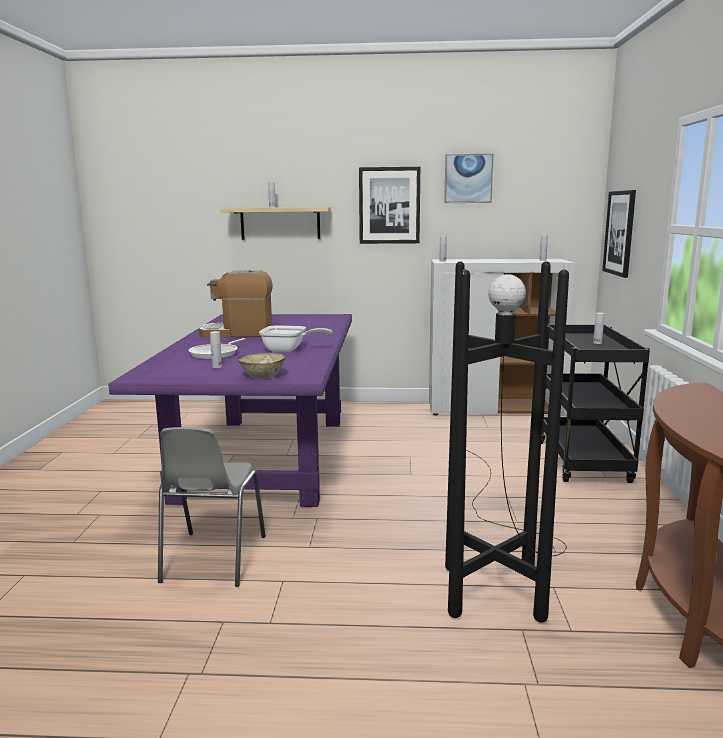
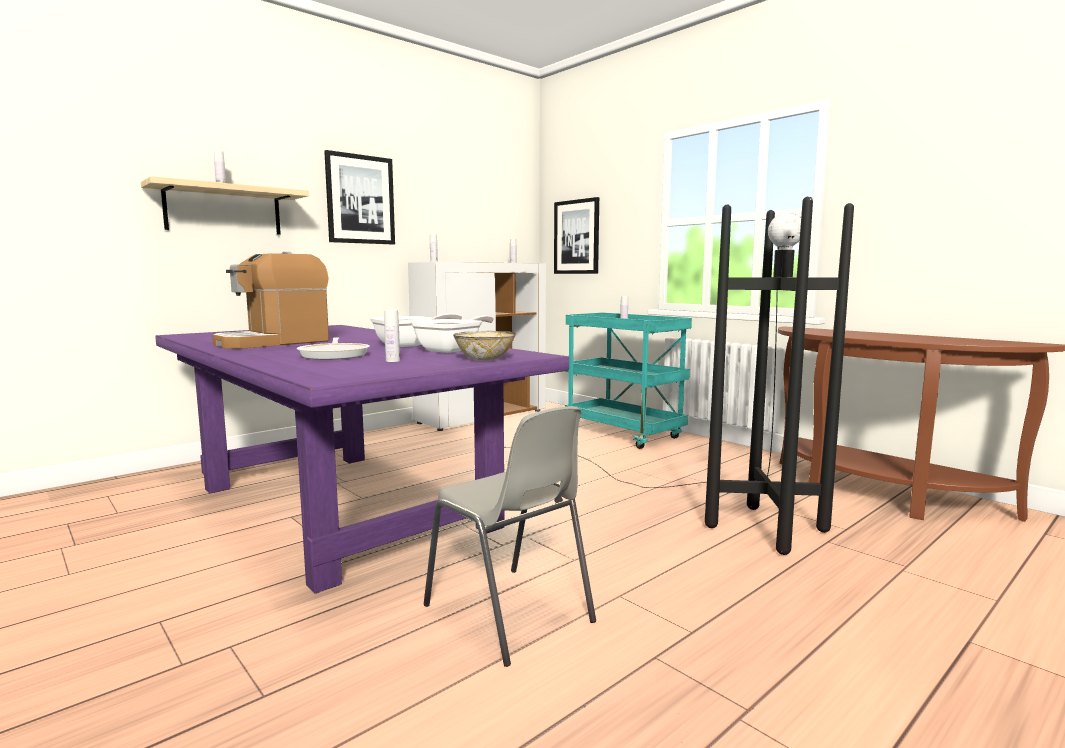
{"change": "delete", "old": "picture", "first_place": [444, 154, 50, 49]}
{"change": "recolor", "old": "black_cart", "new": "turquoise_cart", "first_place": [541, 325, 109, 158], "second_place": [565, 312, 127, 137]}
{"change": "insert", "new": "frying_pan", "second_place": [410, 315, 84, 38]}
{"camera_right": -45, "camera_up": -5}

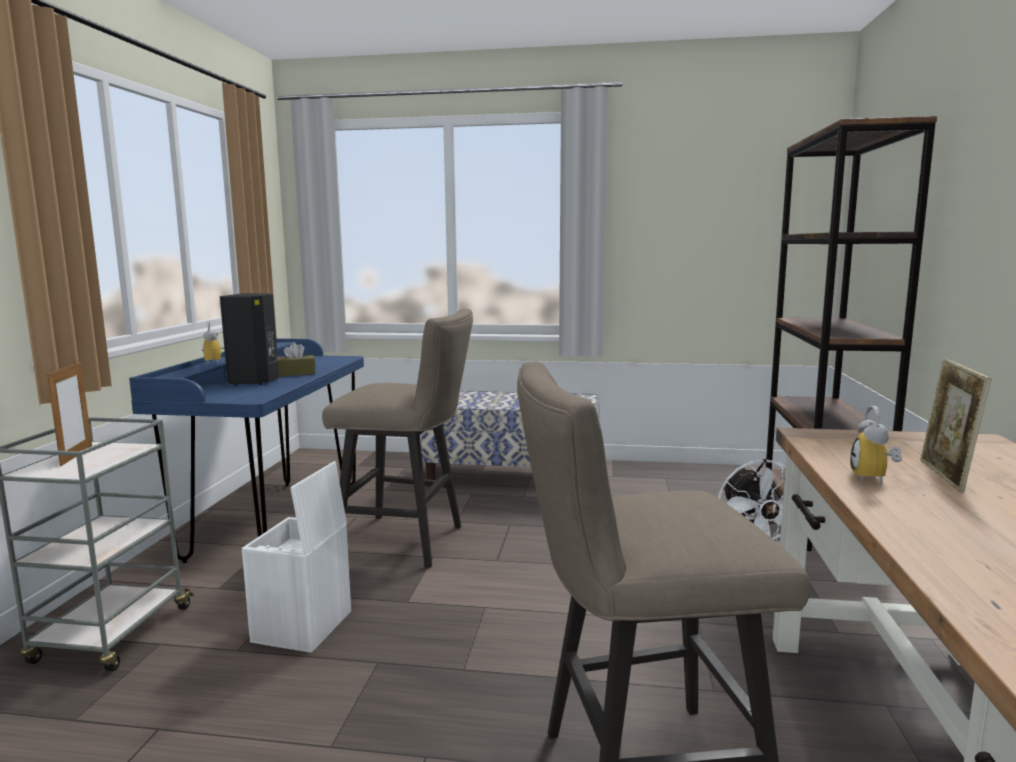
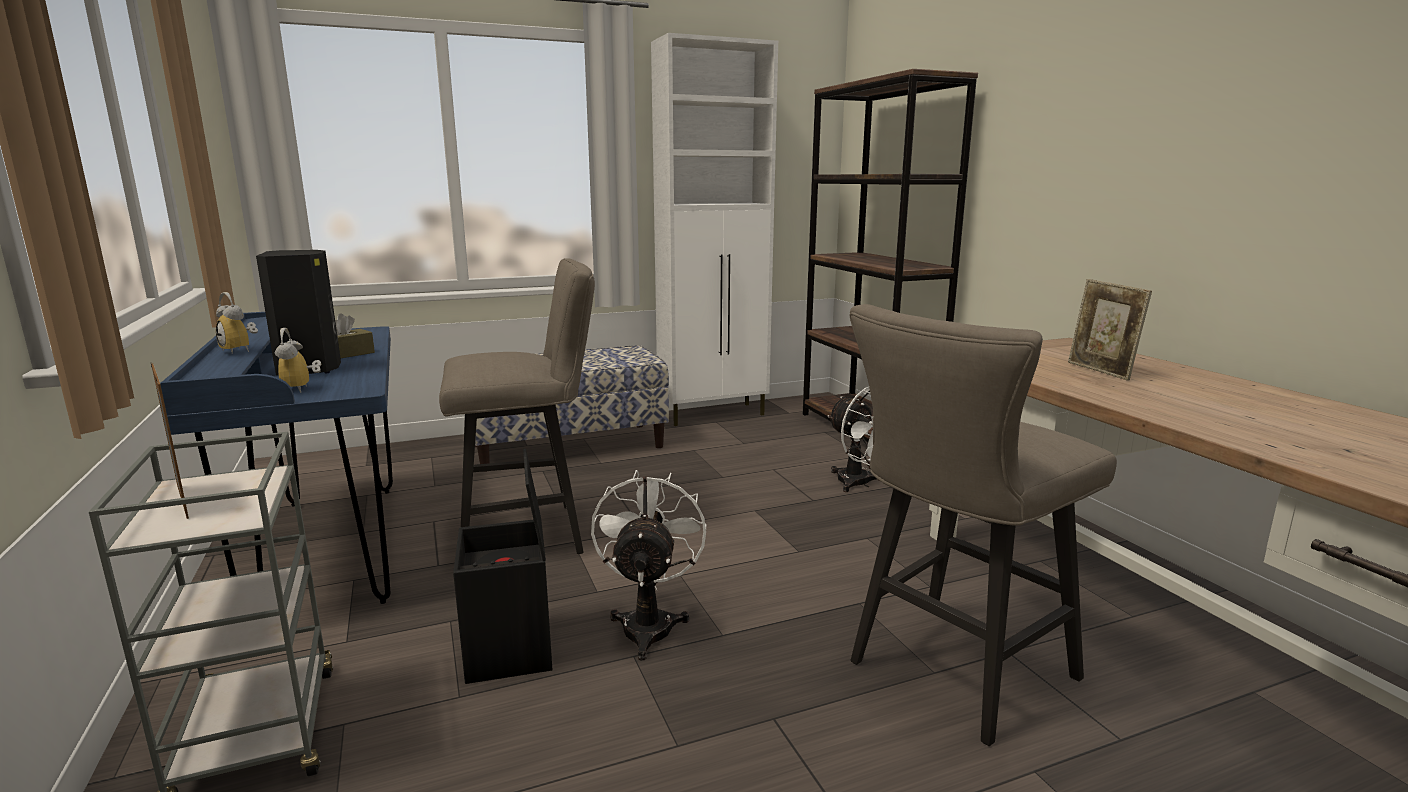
{"change": "recolor", "old": "white_storage_box", "new": "black_storage_box", "first_place": [242, 461, 109, 192], "second_place": [453, 449, 99, 235]}
{"change": "move", "old": "alarm_clock", "first_place": [850, 406, 52, 79], "second_place": [275, 328, 46, 65]}
{"change": "insert", "new": "white_fan", "second_place": [591, 470, 115, 190]}
{"change": "insert", "new": "white_cabinet", "second_place": [651, 33, 127, 393]}
{"camera_right": -30, "camera_up": 5}

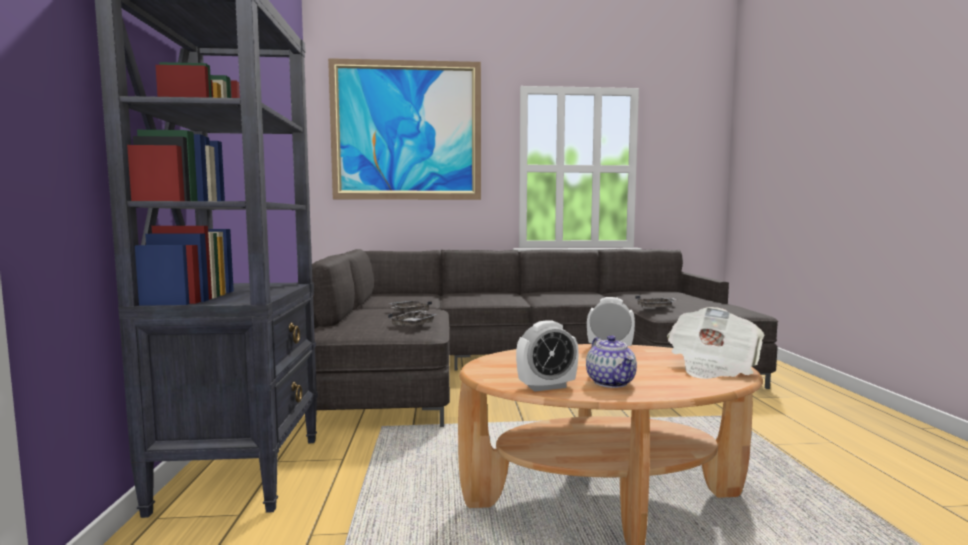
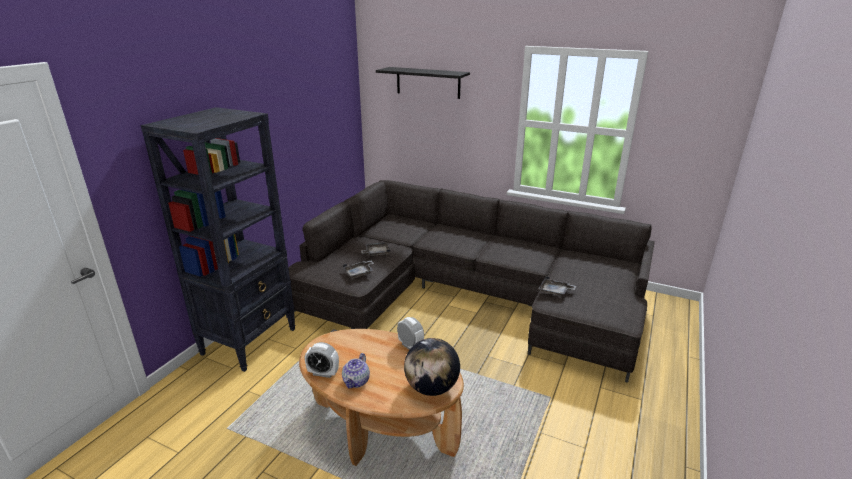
{"change": "replace", "old": "picture", "new": "black_shelf", "first_place": [328, 58, 153, 142], "second_place": [376, 67, 94, 32]}
{"change": "replace", "old": "newspaper", "new": "globe", "first_place": [667, 307, 97, 72], "second_place": [404, 338, 56, 58]}
{"camera_right": 30, "camera_up": 20}

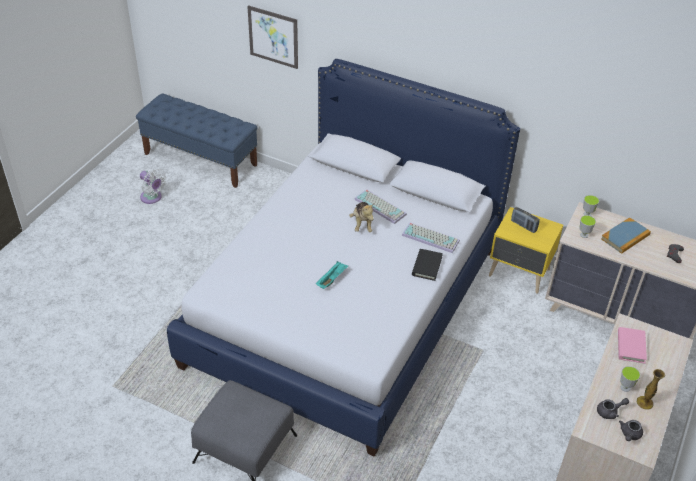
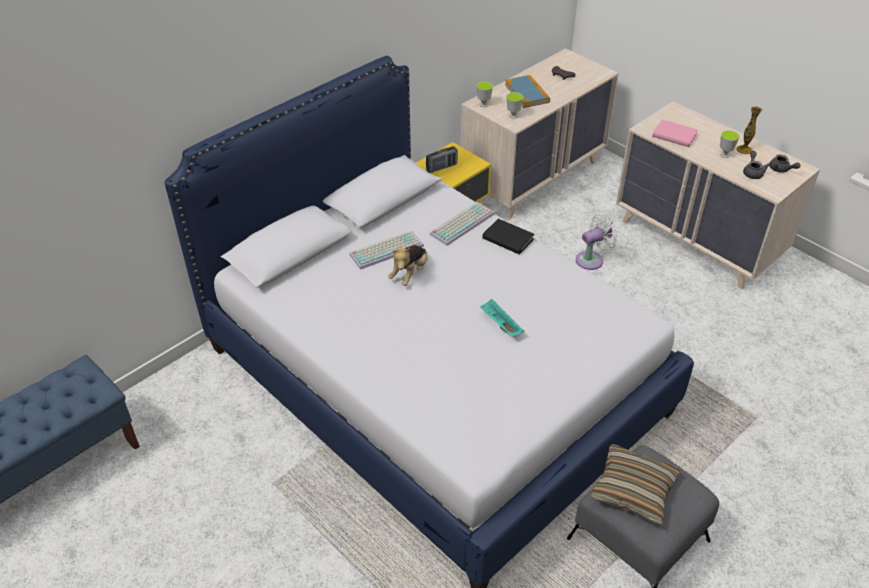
{"change": "move", "old": "white_fan", "first_place": [140, 169, 26, 35], "second_place": [576, 214, 41, 56]}
{"change": "delete", "old": "picture", "first_place": [247, 5, 51, 64]}
{"change": "rotate", "old": "plush_toy", "first_place": [349, 202, 25, 30], "second_place": [388, 245, 40, 41], "degrees": 105}
{"change": "insert", "new": "pillow", "second_place": [591, 444, 89, 81]}
{"camera_right": -70, "camera_up": 0}

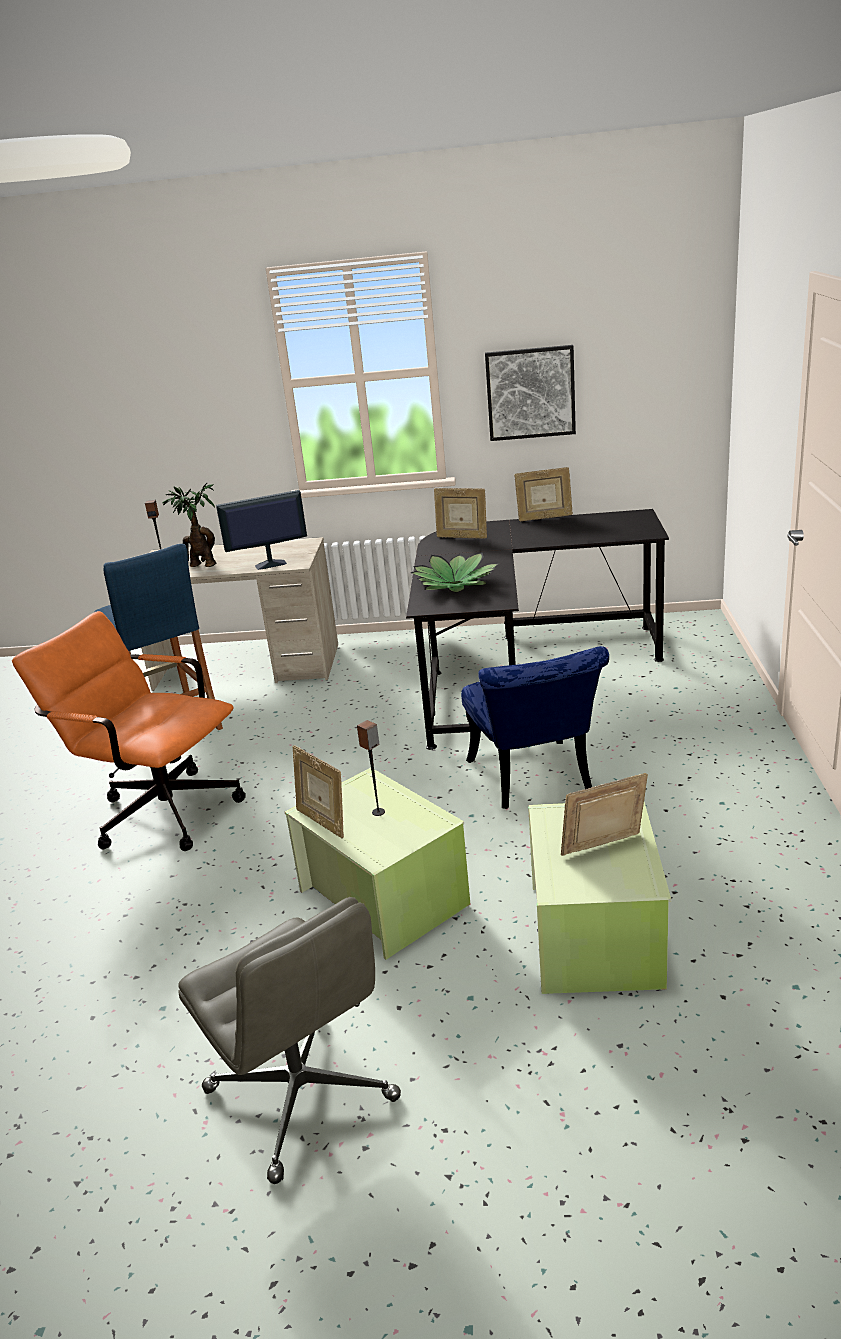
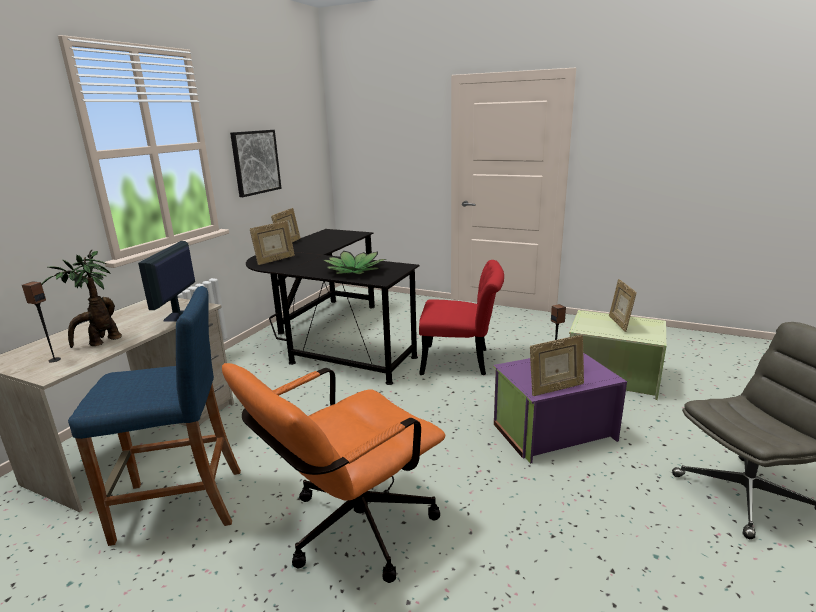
{"change": "recolor", "old": "green_storage_box", "new": "purple_storage_box", "first_place": [285, 768, 185, 191], "second_place": [493, 353, 134, 111]}
{"change": "recolor", "old": "blue_chair", "new": "red_chair", "first_place": [461, 646, 148, 163], "second_place": [419, 260, 85, 115]}
{"camera_right": -70, "camera_up": -5}

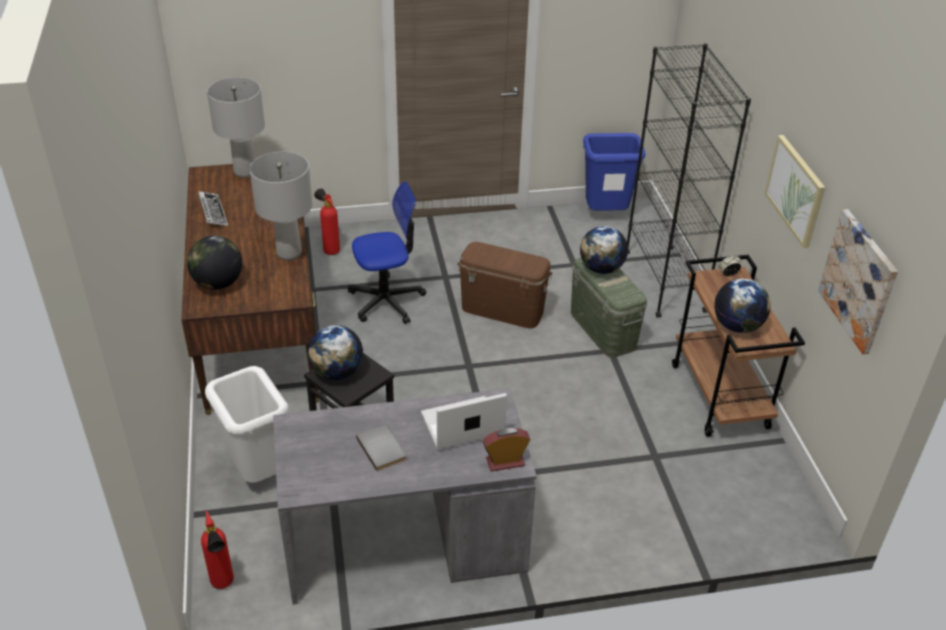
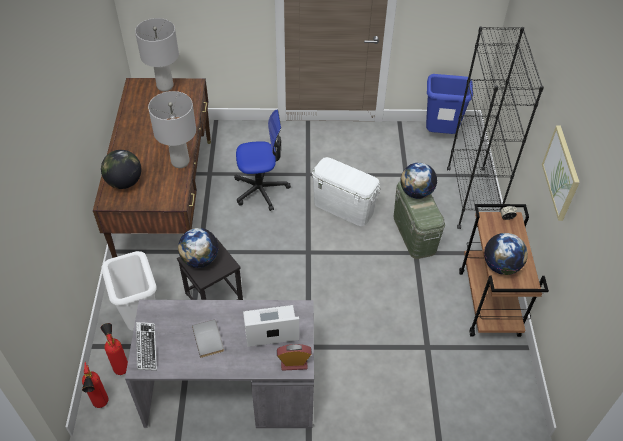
{"change": "move", "old": "keyboard", "first_place": [198, 192, 30, 34], "second_place": [135, 322, 22, 49]}
{"change": "move", "old": "fire_extinguisher", "first_place": [314, 188, 26, 67], "second_place": [101, 323, 27, 52]}
{"change": "recolor", "old": "brown_storage_box", "new": "white_storage_box", "first_place": [457, 242, 96, 86], "second_place": [311, 157, 70, 69]}
{"change": "delete", "old": "picture", "first_place": [818, 209, 80, 145]}
{"camera_right": 10, "camera_up": 10}

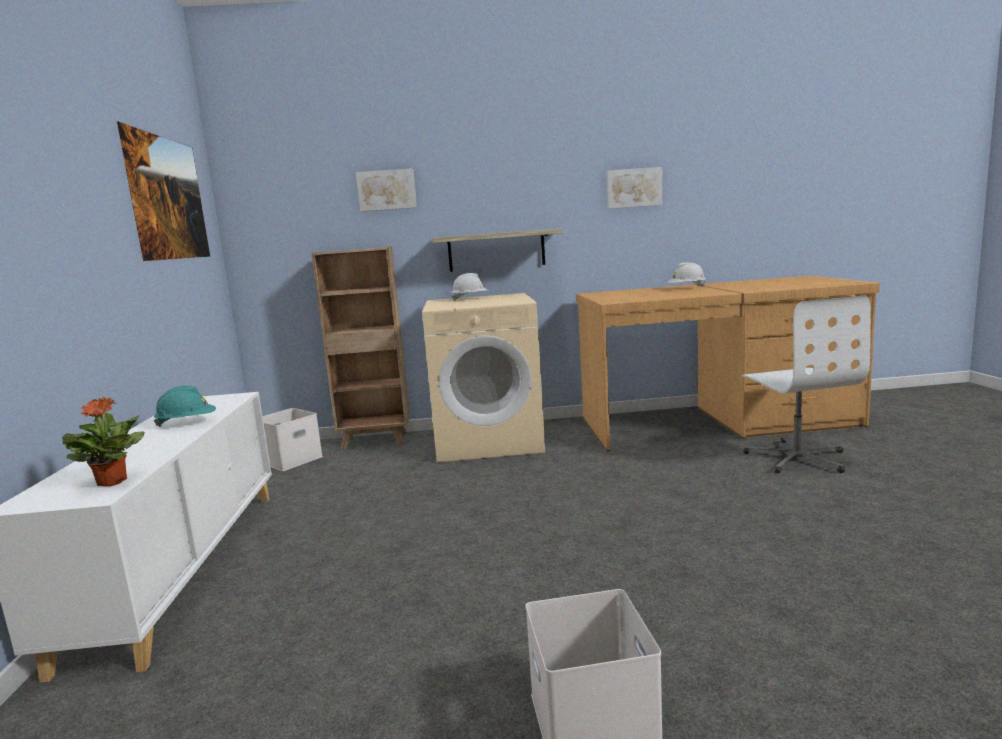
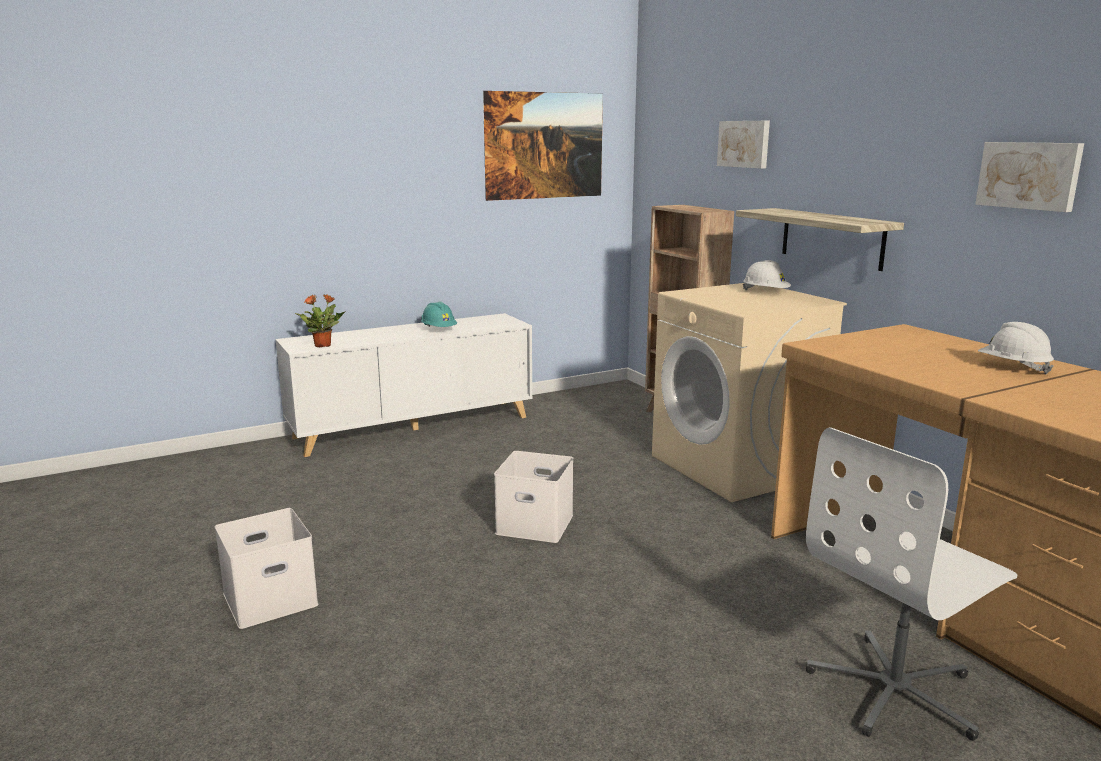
{"change": "move", "old": "white_storage_box", "first_place": [263, 408, 60, 63], "second_place": [494, 451, 79, 92]}
{"camera_right": 65, "camera_up": 5}

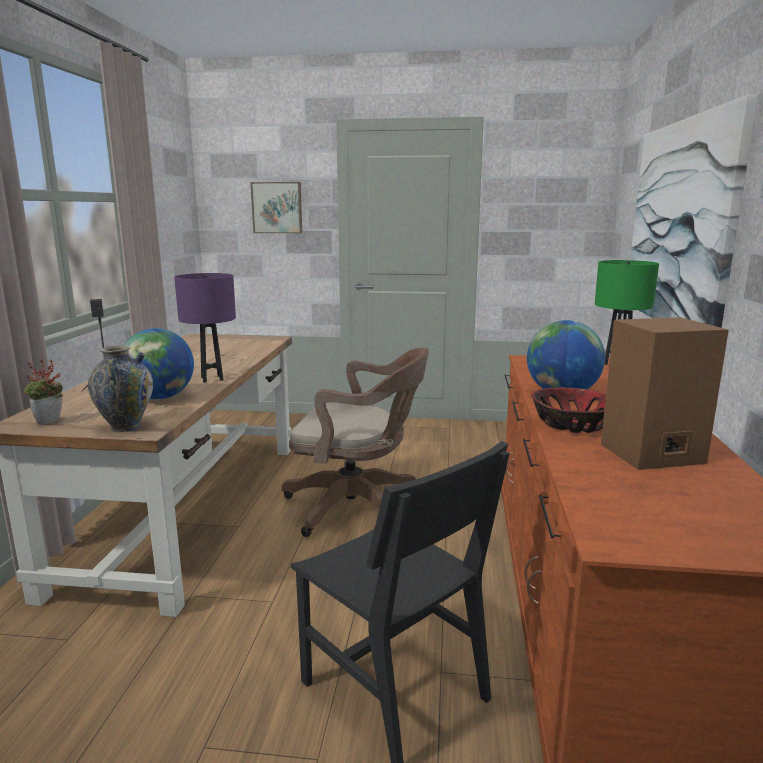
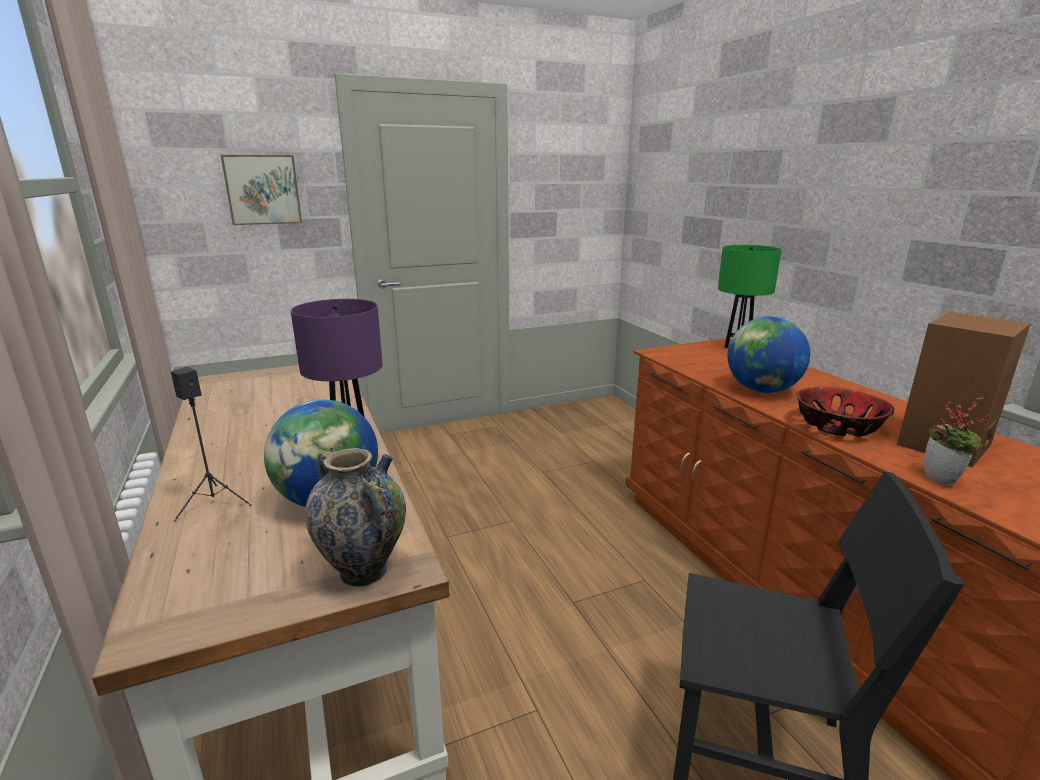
{"change": "move", "old": "potted_plant", "first_place": [24, 360, 39, 65], "second_place": [923, 397, 67, 89]}
{"change": "delete", "old": "brown_office_chair", "first_place": [282, 347, 147, 190]}
{"change": "delete", "old": "picture", "first_place": [630, 94, 128, 234]}
{"camera_right": -30, "camera_up": 5}

